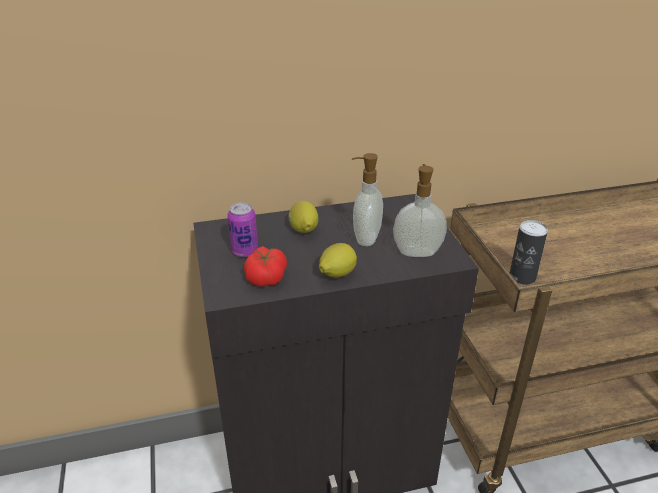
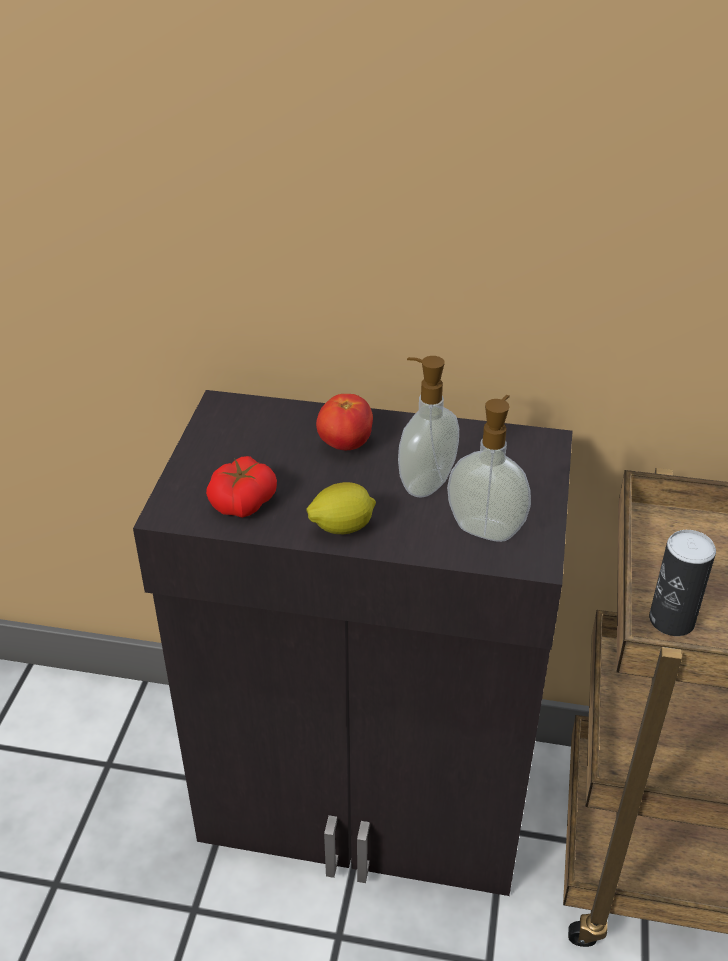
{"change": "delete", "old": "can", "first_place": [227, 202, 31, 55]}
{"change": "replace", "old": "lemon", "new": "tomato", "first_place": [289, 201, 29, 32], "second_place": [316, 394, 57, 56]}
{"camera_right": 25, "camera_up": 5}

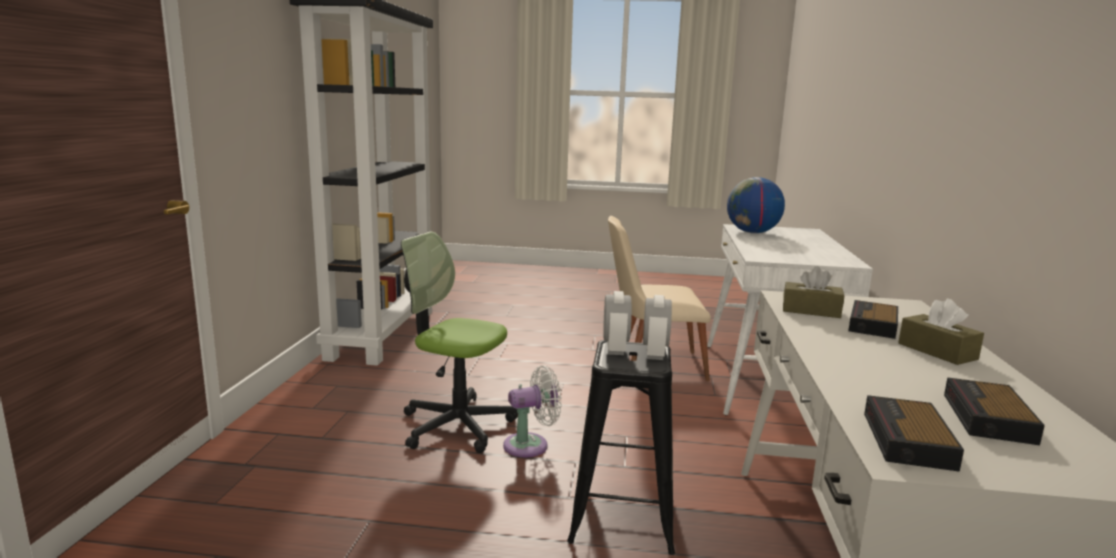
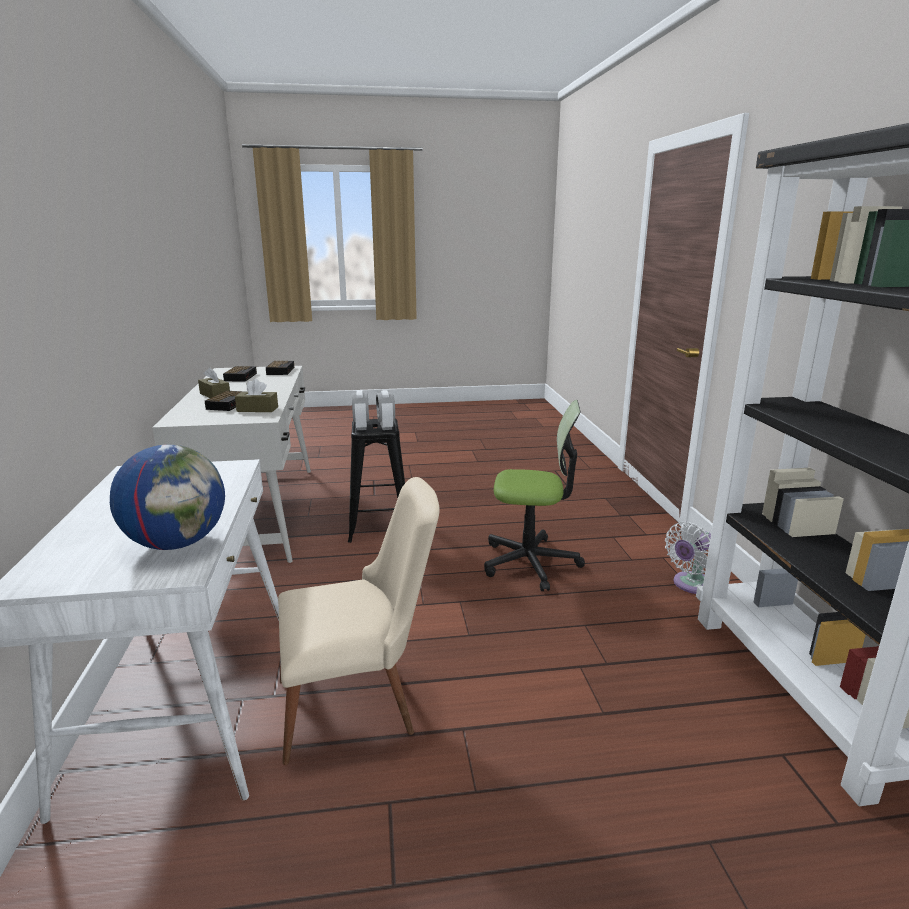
{"change": "move", "old": "white_fan", "first_place": [503, 365, 59, 92], "second_place": [665, 522, 46, 72]}
{"camera_right": 165, "camera_up": 5}

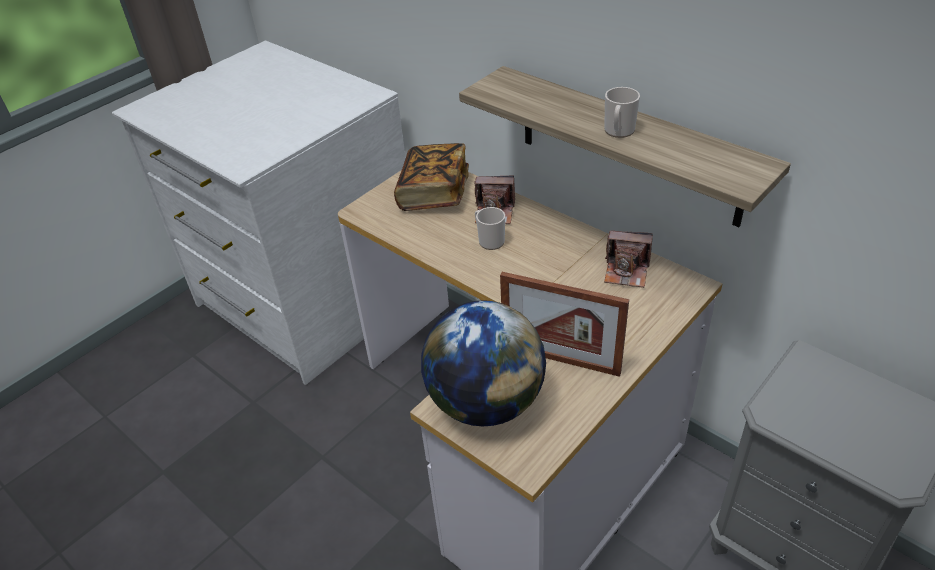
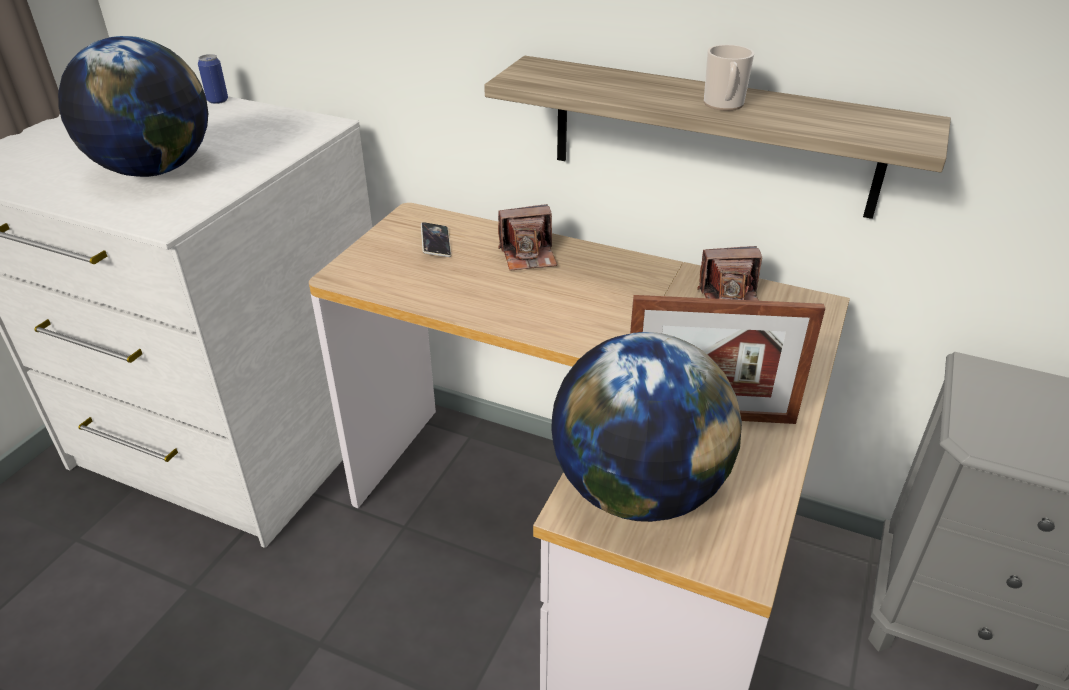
{"change": "replace", "old": "book", "new": "phone", "first_place": [394, 143, 75, 68], "second_place": [421, 222, 30, 35]}
{"change": "delete", "old": "mug", "first_place": [475, 207, 30, 43]}
{"change": "insert", "new": "globe", "second_place": [58, 36, 150, 141]}
{"change": "insert", "new": "can", "second_place": [198, 54, 30, 50]}
{"camera_right": -20, "camera_up": -5}

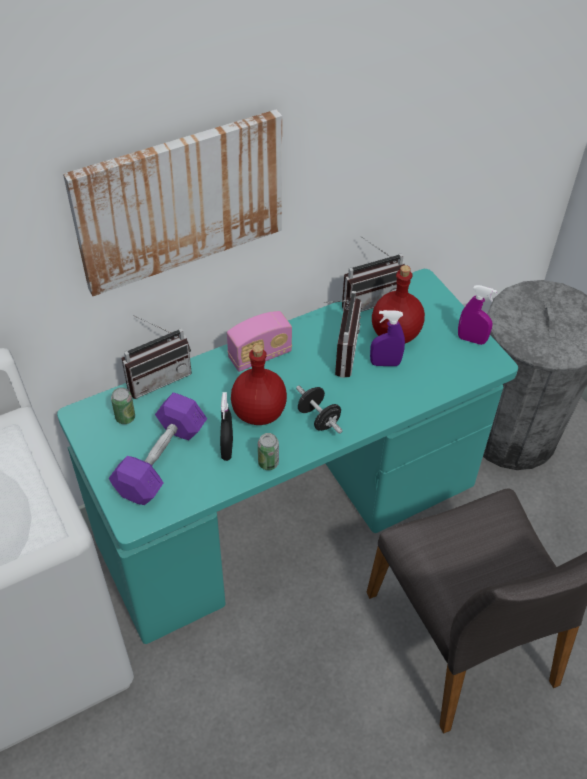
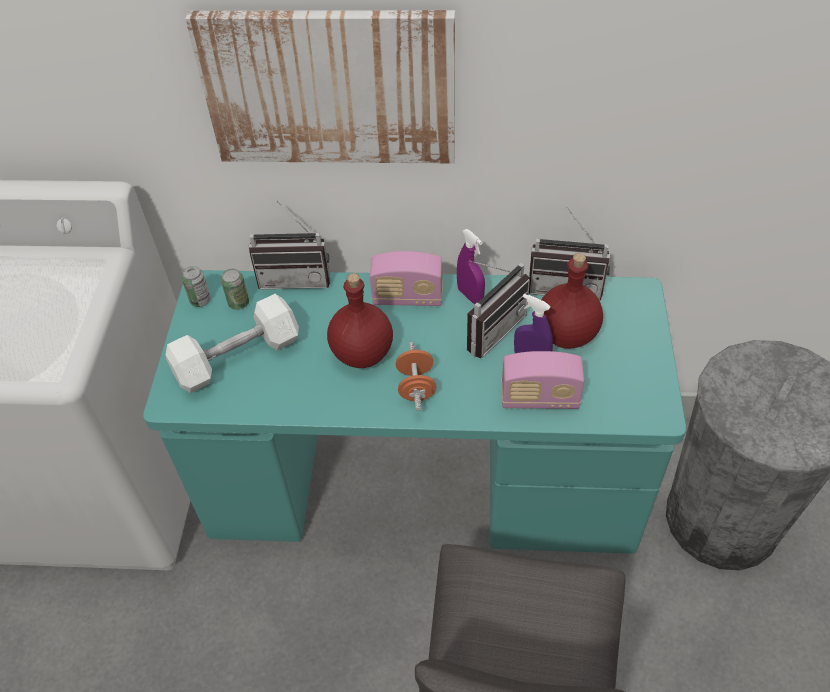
{"change": "recolor", "old": "purple_dumbbell", "new": "white_dumbbell", "first_place": [108, 392, 99, 113], "second_place": [166, 294, 133, 99]}
{"change": "delete", "old": "black_spray_bottle", "first_place": [220, 392, 13, 69]}
{"change": "move", "old": "can", "first_place": [258, 433, 21, 37], "second_place": [182, 266, 29, 41]}
{"change": "recolor", "old": "black_dumbbell", "new": "orange_dumbbell", "first_place": [296, 385, 47, 49], "second_place": [396, 342, 41, 69]}
{"change": "move", "old": "purple_spray_bottle", "first_place": [458, 285, 39, 60], "second_place": [457, 229, 28, 75]}
{"change": "insert", "new": "radio", "second_place": [501, 351, 83, 58]}
{"camera_right": 35, "camera_up": 0}

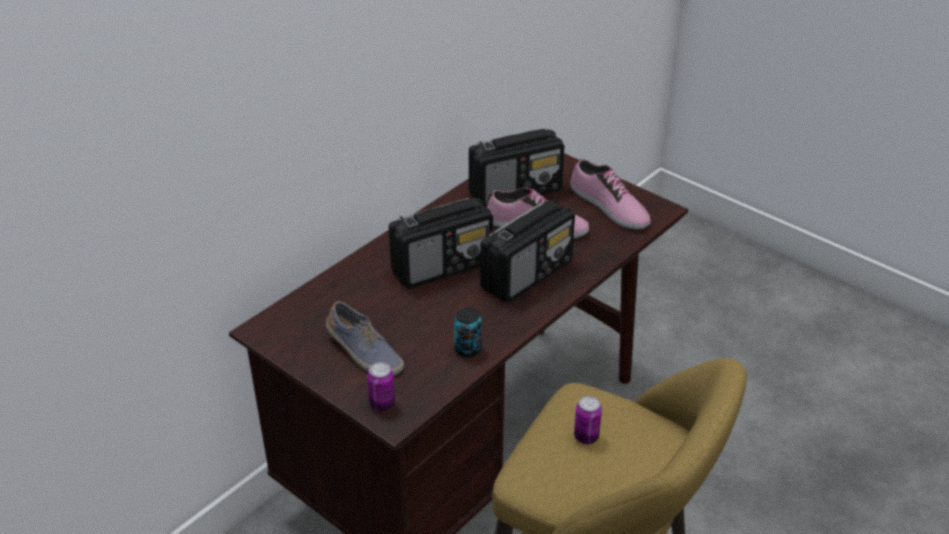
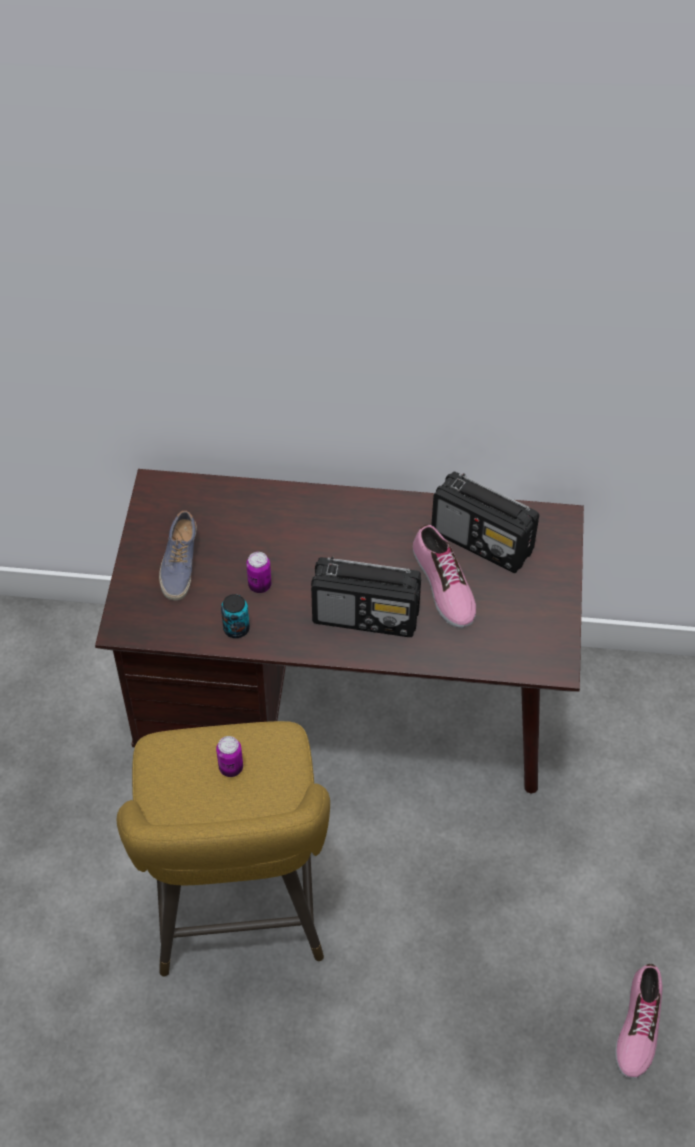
{"change": "move", "old": "can", "first_place": [367, 362, 28, 50], "second_place": [246, 552, 25, 41]}
{"change": "delete", "old": "radio", "first_place": [389, 198, 104, 91]}
{"change": "move", "old": "shoe", "first_place": [570, 159, 81, 70], "second_place": [615, 964, 48, 115]}
{"camera_right": 55, "camera_up": 15}

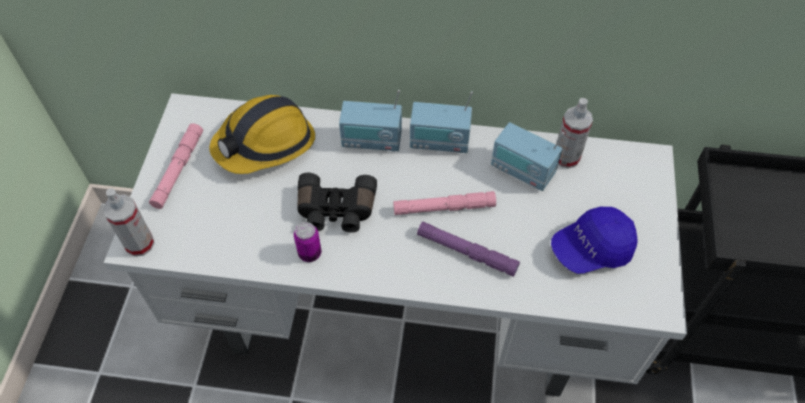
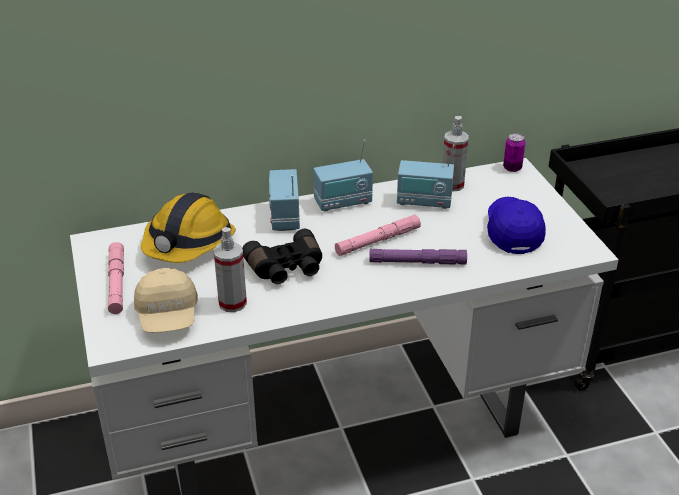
{"change": "move", "old": "spray_bottle", "first_place": [103, 188, 52, 69], "second_place": [213, 227, 34, 85]}
{"change": "move", "old": "can", "first_place": [294, 222, 27, 40], "second_place": [503, 133, 22, 39]}
{"change": "rotate", "old": "radio", "first_place": [339, 90, 63, 61], "second_place": [269, 169, 31, 62], "degrees": 105}
{"change": "rotate", "old": "blue_cap", "first_place": [551, 206, 87, 68], "second_place": [487, 197, 59, 57], "degrees": 135}
{"change": "insert", "new": "beige_cap", "second_place": [134, 268, 64, 65]}
{"camera_right": -25, "camera_up": -20}

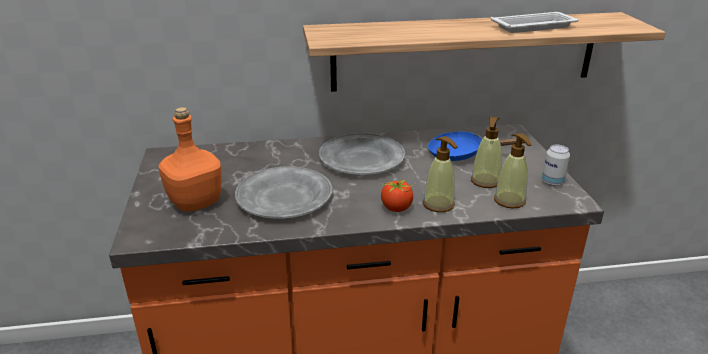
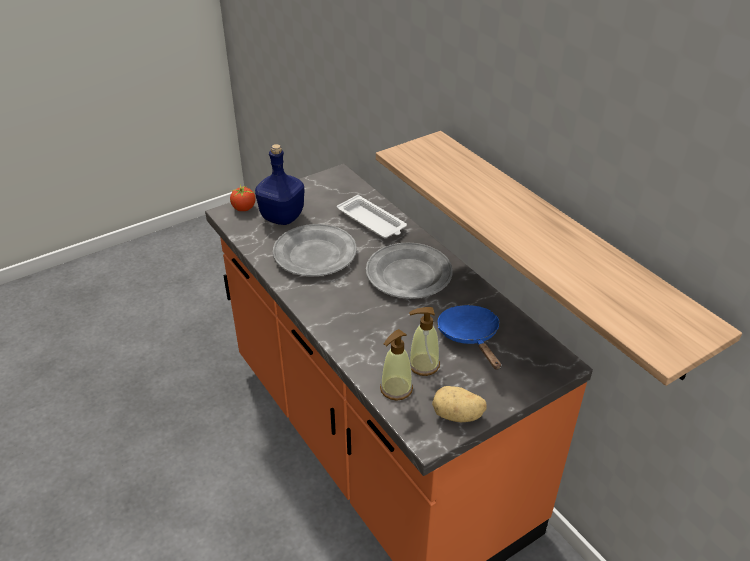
{"change": "recolor", "old": "orange_bottle", "new": "blue_bottle", "first_place": [158, 107, 64, 105], "second_place": [255, 144, 49, 81]}
{"change": "move", "old": "tomato", "first_place": [381, 178, 35, 34], "second_place": [230, 185, 26, 26]}
{"change": "delete", "old": "soap_dispenser", "first_place": [423, 136, 35, 76]}
{"change": "move", "old": "white_tray", "first_place": [491, 12, 87, 21], "second_place": [337, 195, 70, 43]}
{"change": "replace", "old": "can", "new": "potato", "first_place": [542, 145, 28, 41], "second_place": [432, 386, 55, 36]}
{"camera_right": 65, "camera_up": 10}

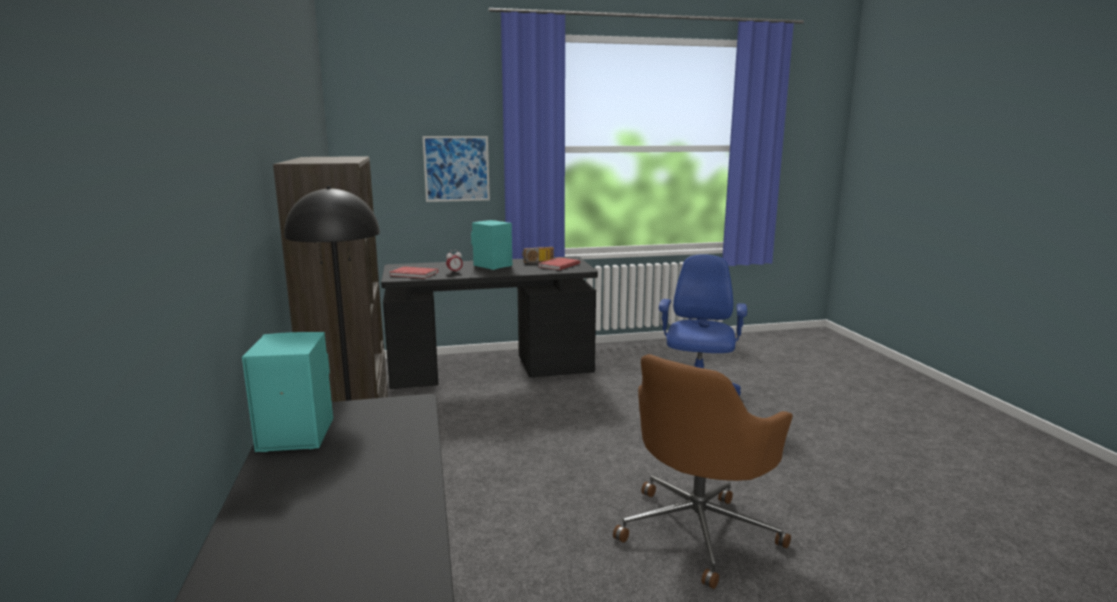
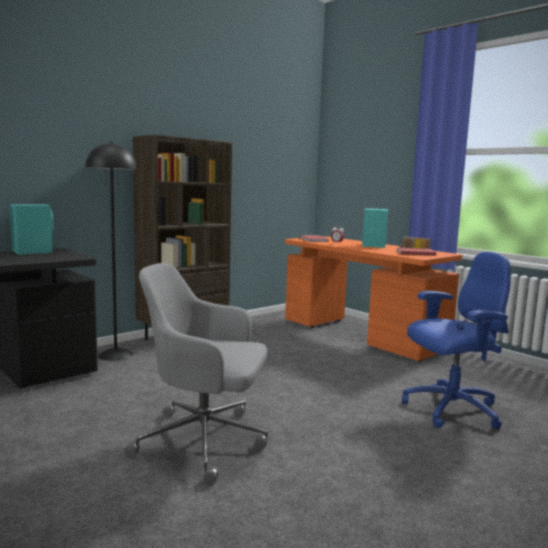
{"change": "recolor", "old": "black_desk", "new": "orange_desk", "first_place": [381, 256, 217, 133], "second_place": [285, 236, 178, 125]}
{"change": "delete", "old": "picture", "first_place": [422, 136, 68, 66]}
{"change": "recolor", "old": "brown_office_chair", "new": "grey_office_chair", "first_place": [613, 354, 180, 235], "second_place": [124, 263, 144, 222]}
{"camera_right": 60, "camera_up": -5}

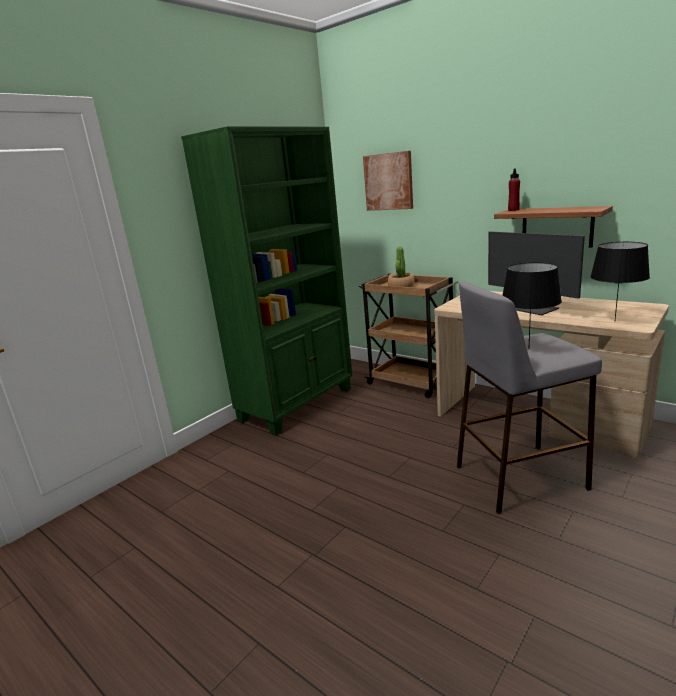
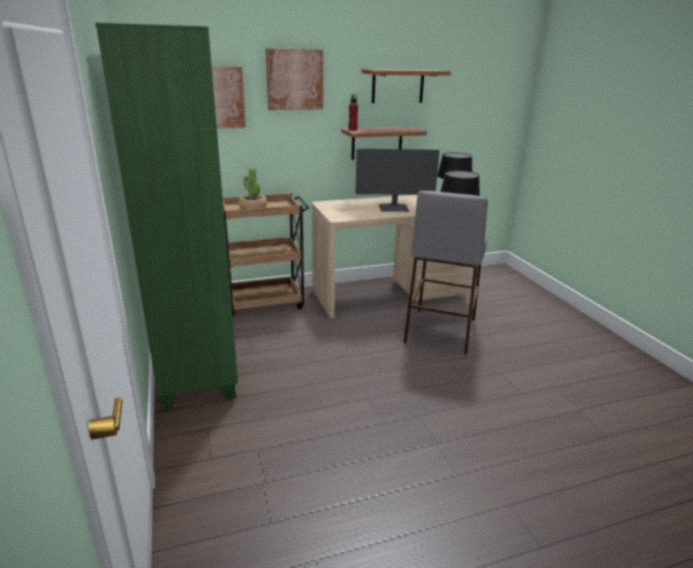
{"change": "insert", "new": "picture", "second_place": [266, 48, 57, 62]}
{"change": "insert", "new": "shelf", "second_place": [362, 69, 89, 34]}
{"camera_right": -60, "camera_up": 5}

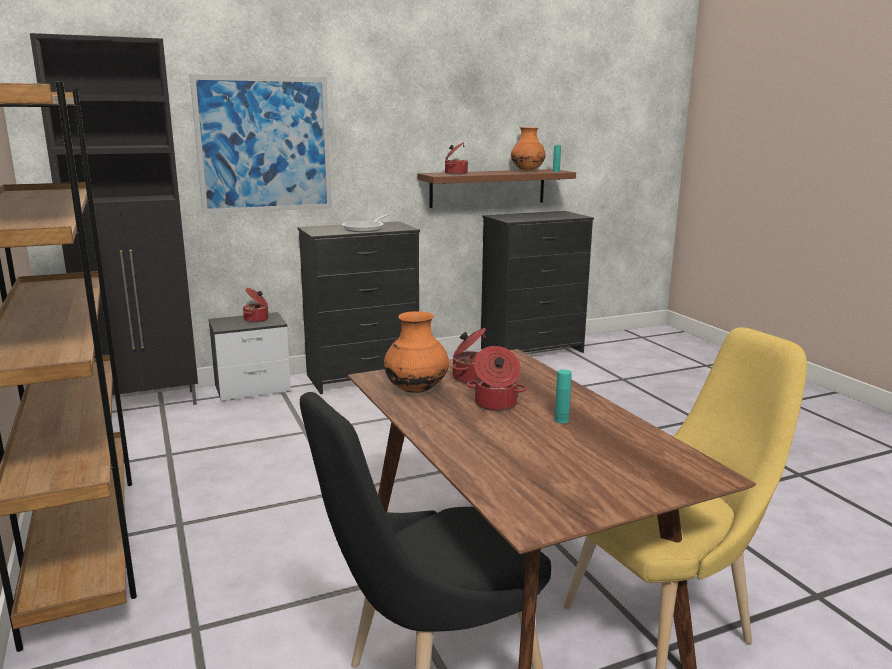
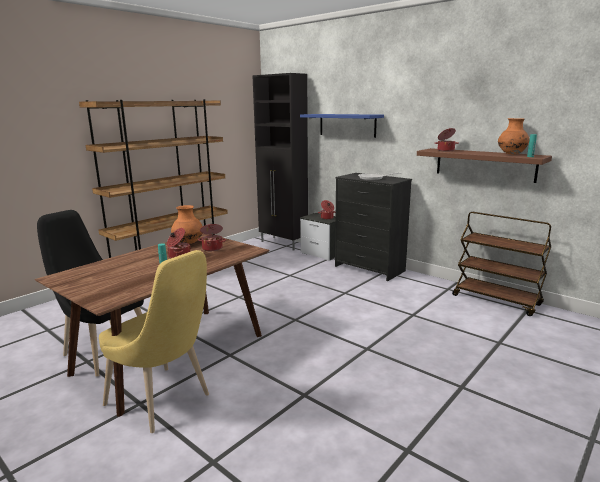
{"change": "replace", "old": "picture", "new": "blue_shelf", "first_place": [190, 74, 142, 140], "second_place": [300, 114, 84, 24]}
{"change": "replace", "old": "black_dresser", "new": "brown_cart", "first_place": [481, 211, 113, 142], "second_place": [452, 212, 99, 104]}
{"camera_right": 65, "camera_up": 0}

